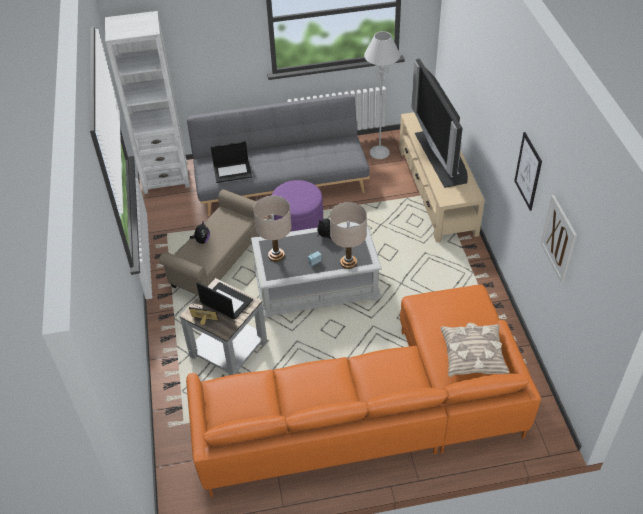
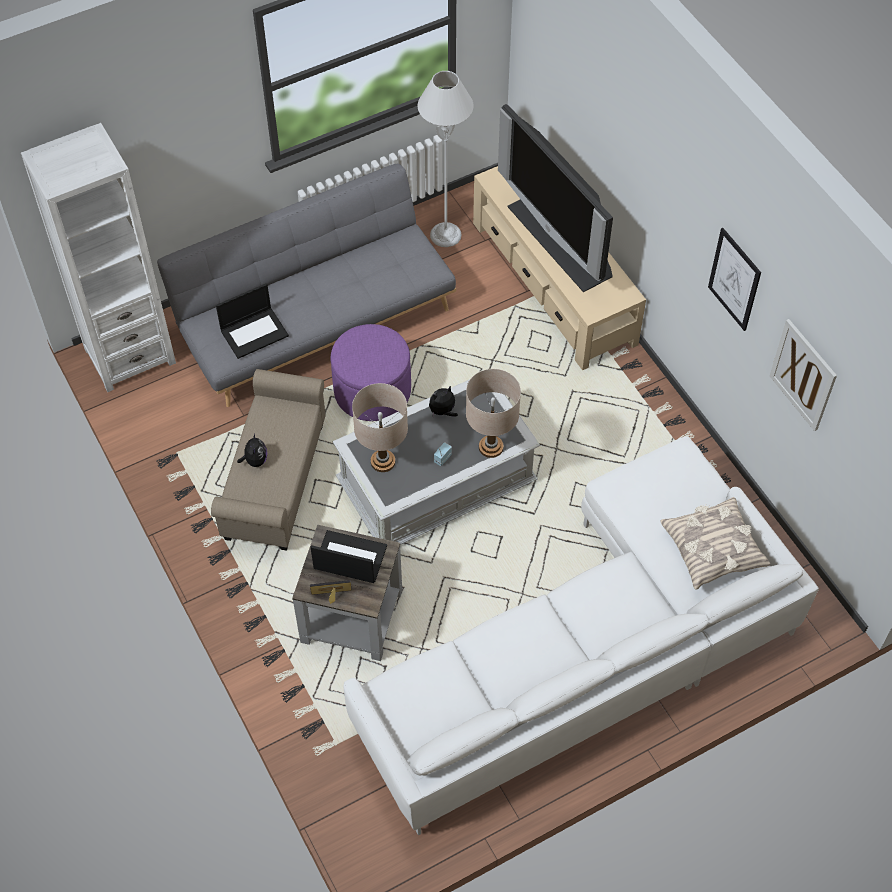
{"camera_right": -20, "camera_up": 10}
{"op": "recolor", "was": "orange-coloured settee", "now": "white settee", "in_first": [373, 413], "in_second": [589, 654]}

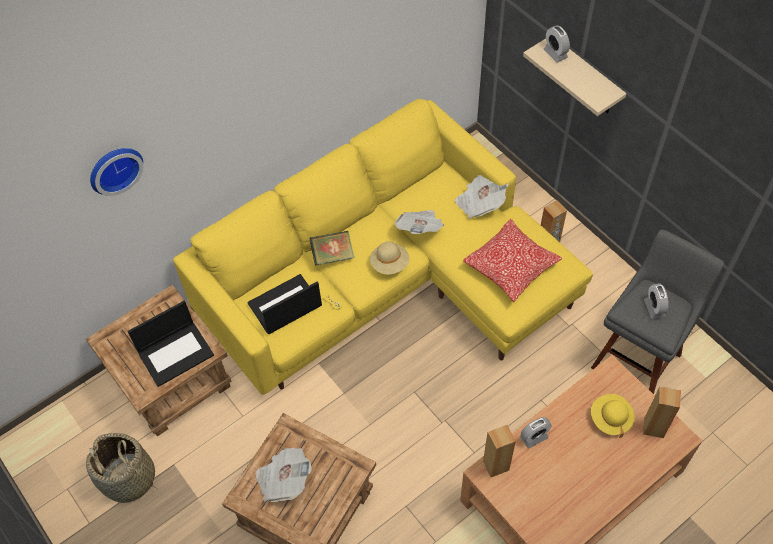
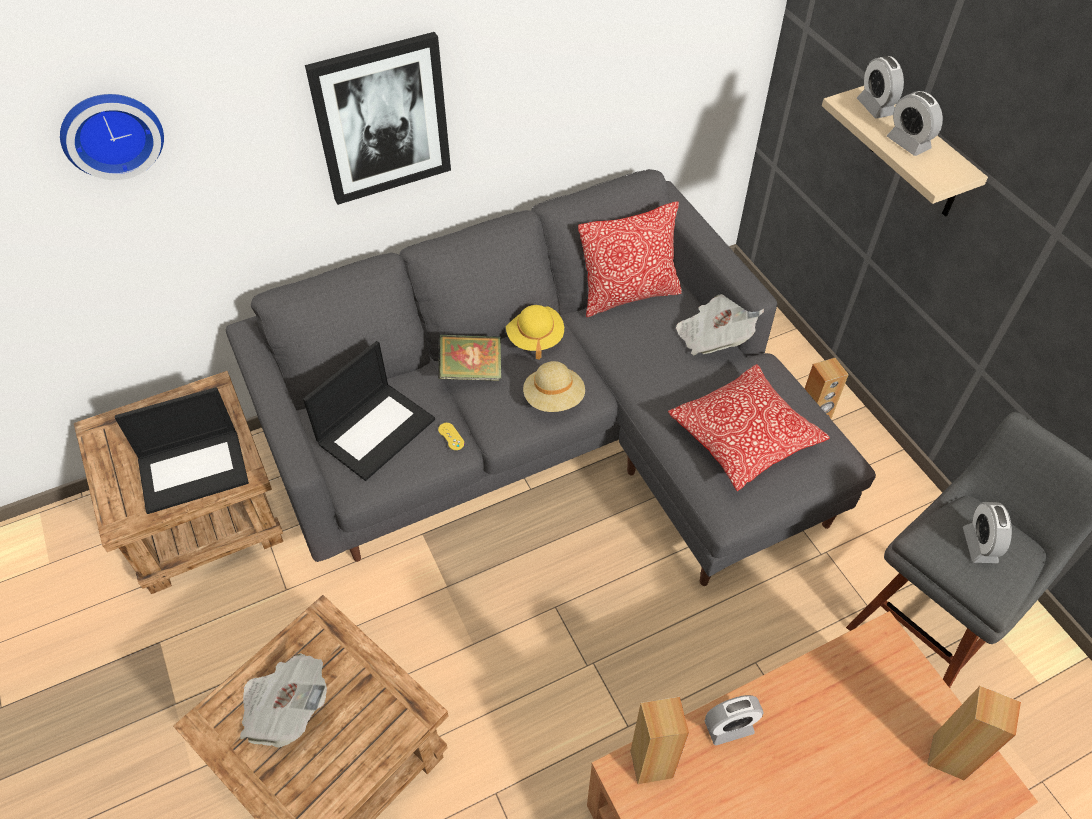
{"camera_right": 10, "camera_up": -5}
{"op": "delete", "was": "basket", "in_first": [129, 479]}
{"op": "recolor", "was": "yellowish settee", "now": "grey settee", "in_first": [389, 284], "in_second": [557, 440]}
{"op": "rotate", "was": "notebook computer", "in_first": [284, 306], "in_second": [376, 430], "clockwise": 150}
{"op": "delete", "was": "printed paper", "in_first": [420, 229]}
{"op": "move", "was": "yellowish hat", "in_first": [610, 418], "in_second": [534, 337]}
{"op": "insert", "now": "picture", "in_second": [382, 119]}
{"op": "insert", "now": "cushion", "in_second": [628, 295]}
{"op": "insert", "now": "table clock", "in_second": [908, 143]}

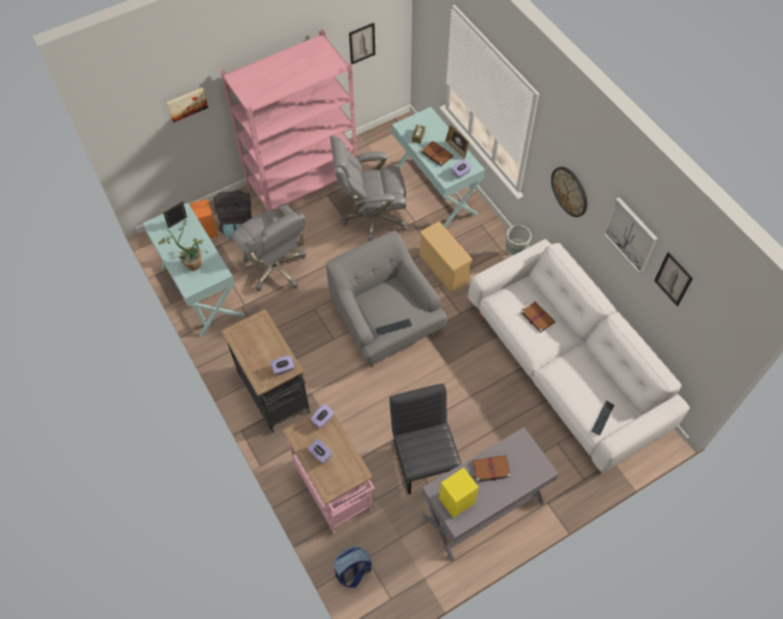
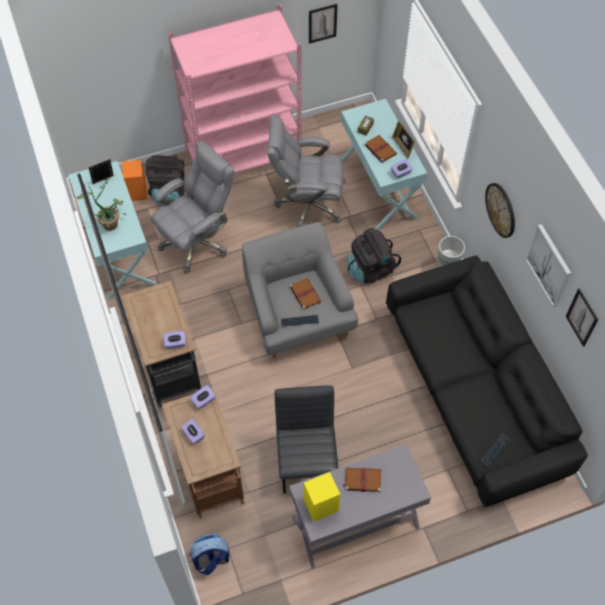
{"camera_right": 10, "camera_up": 0}
{"op": "delete", "was": "picture", "in_first": [186, 103]}
{"op": "rotate", "was": "grey office chair", "in_first": [276, 269], "in_second": [198, 243], "clockwise": -105}
{"op": "recolor", "was": "pink cart", "now": "brown-coloured cart", "in_first": [335, 492], "in_second": [210, 477]}
{"op": "replace", "was": "sand-coloured storage box", "now": "blackish knapsack", "in_first": [444, 268], "in_second": [370, 269]}
{"op": "recolor", "was": "white settee", "now": "blackish settee", "in_first": [566, 367], "in_second": [474, 393]}
{"op": "move", "was": "brown-coloured book", "in_first": [537, 317], "in_second": [305, 294]}

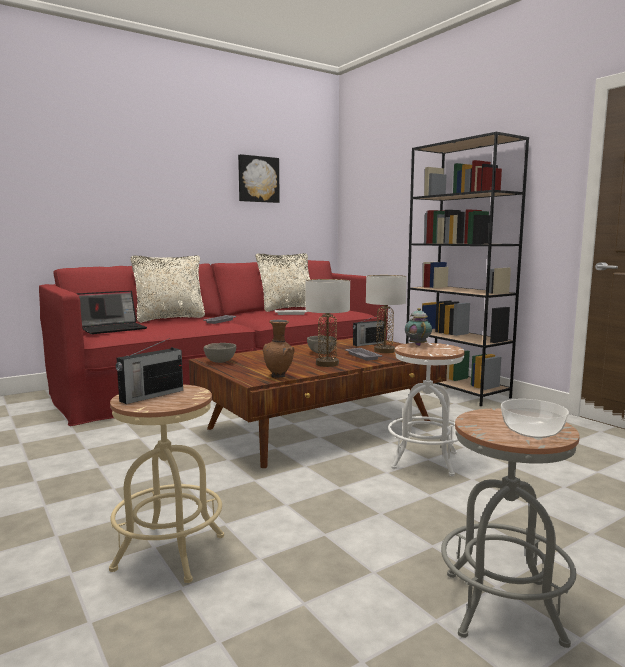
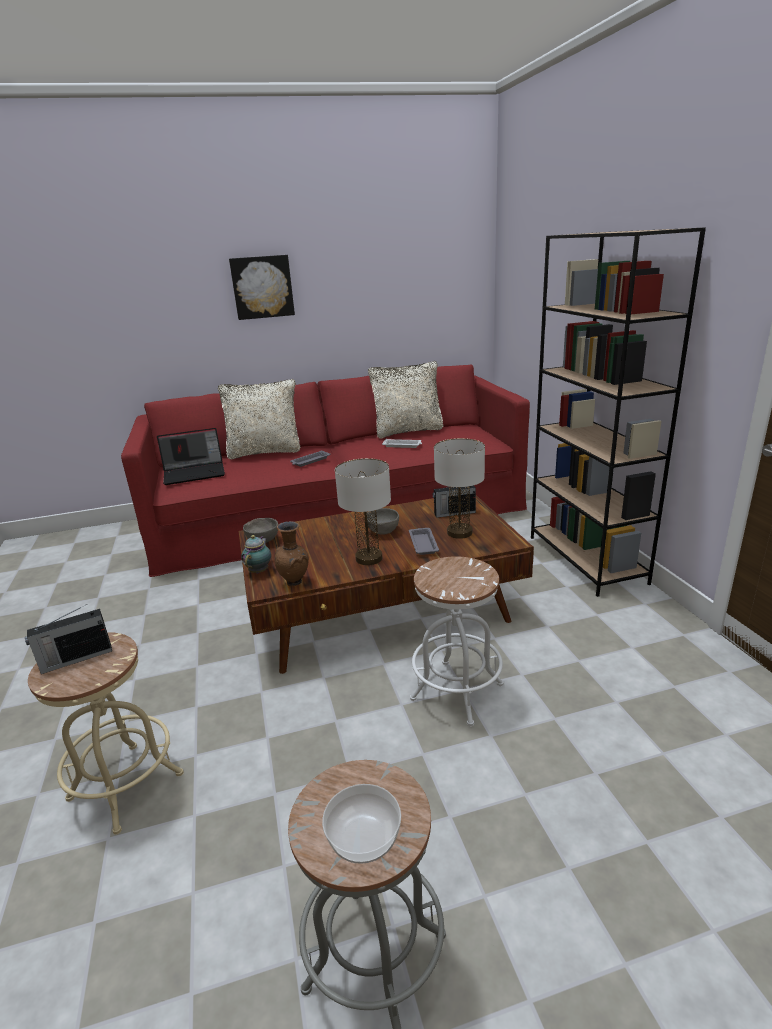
{"camera_right": 20, "camera_up": 15}
{"op": "move", "was": "picture", "in_first": [258, 179], "in_second": [262, 287]}
{"op": "move", "was": "pot for tea", "in_first": [417, 345], "in_second": [259, 571]}

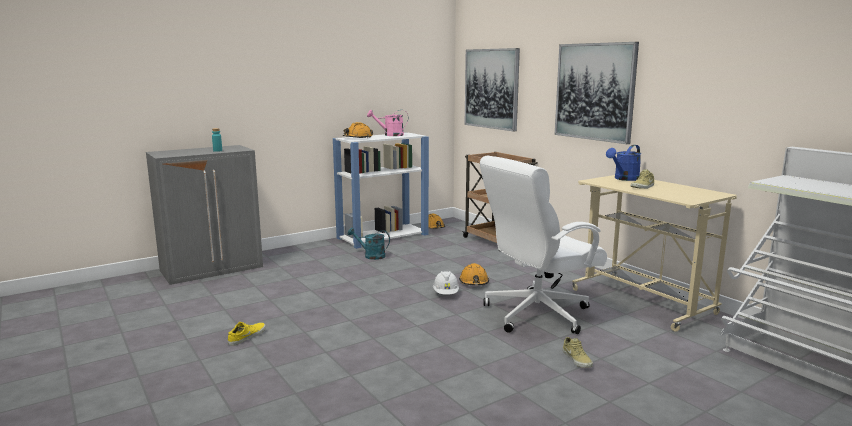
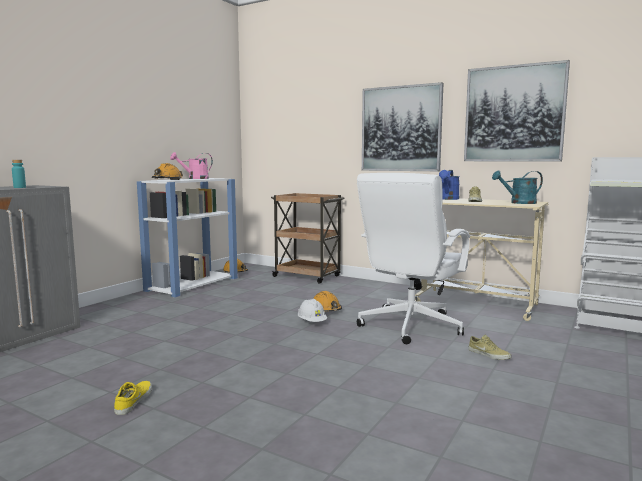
{"camera_right": -25, "camera_up": -5}
{"op": "move", "was": "turquoise-coloured watering pot", "in_first": [371, 256], "in_second": [519, 203]}
{"op": "move", "was": "picture", "in_first": [491, 88], "in_second": [514, 114]}

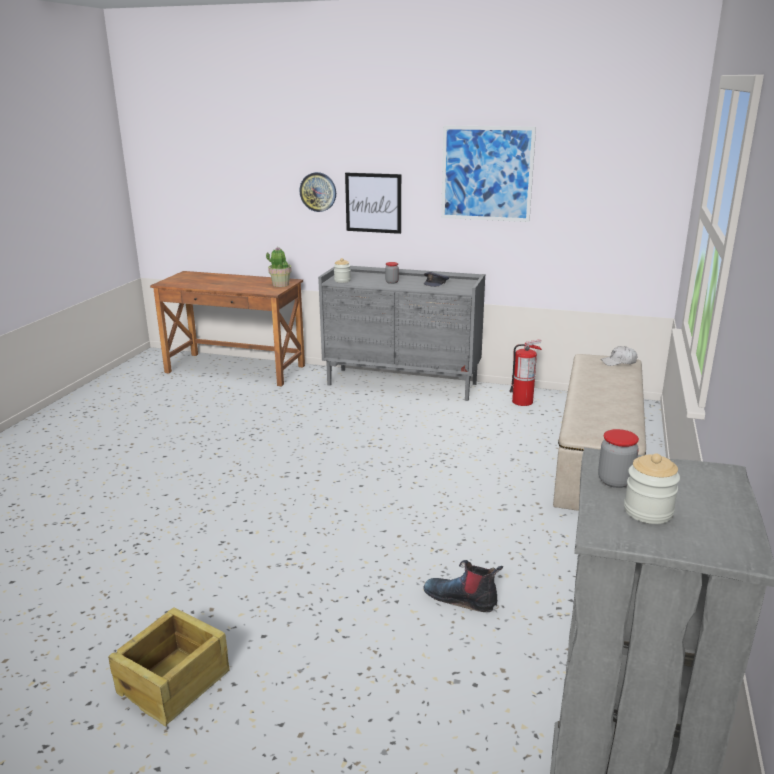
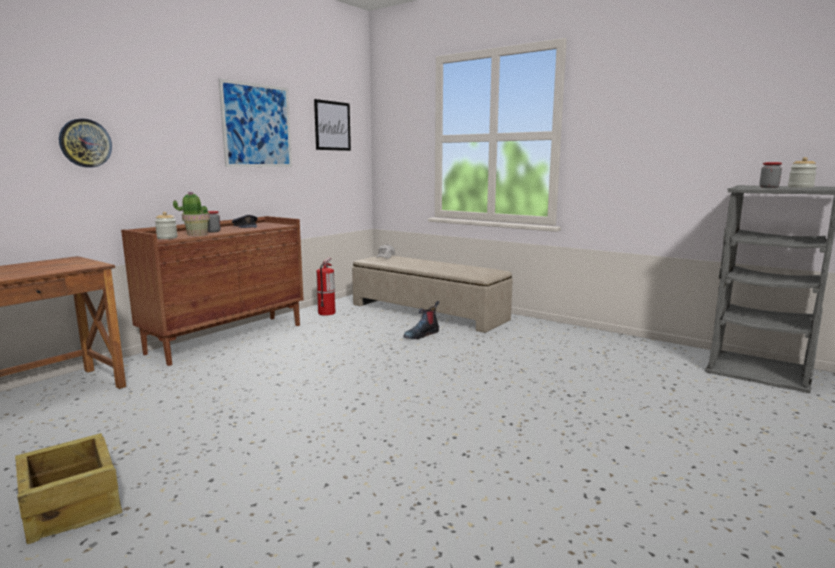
{"camera_right": -70, "camera_up": -10}
{"op": "move", "was": "crate", "in_first": [175, 682], "in_second": [73, 505]}
{"op": "move", "was": "potted plant", "in_first": [280, 284], "in_second": [197, 234]}
{"op": "recolor", "was": "grey cabinet", "now": "brown-coloured cabinet", "in_first": [402, 384], "in_second": [228, 338]}
{"op": "move", "was": "picture", "in_first": [373, 203], "in_second": [332, 126]}
{"op": "move", "was": "tall boot", "in_first": [461, 599], "in_second": [421, 335]}

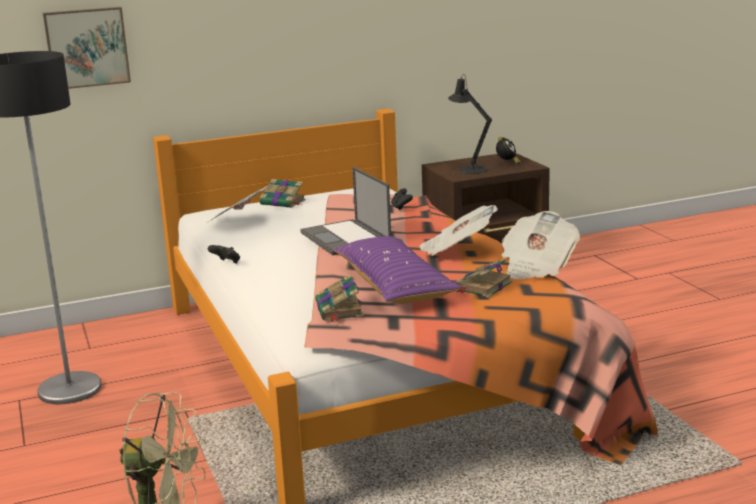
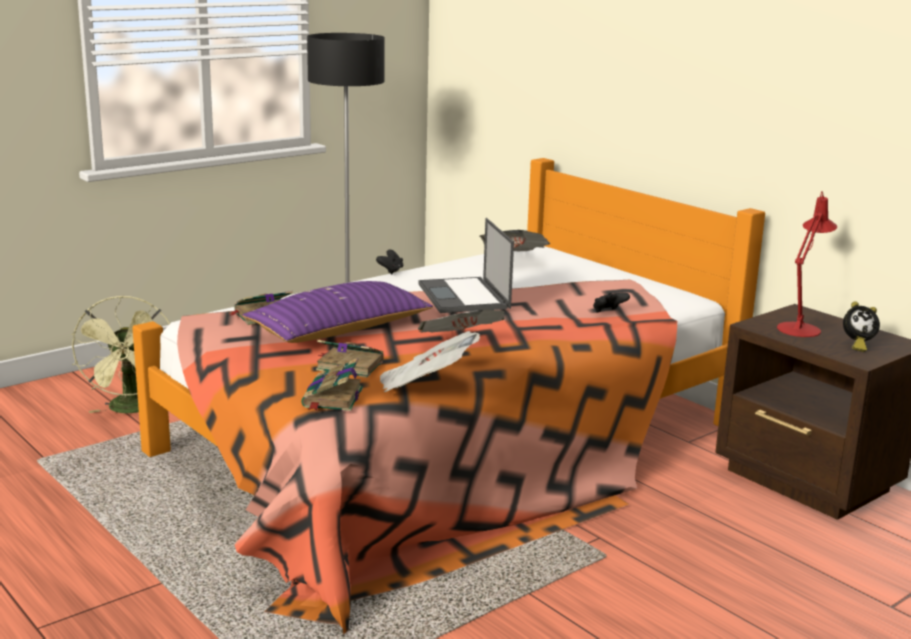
{"camera_right": 70, "camera_up": 0}
{"op": "delete", "was": "picture", "in_first": [87, 47]}
{"op": "move", "was": "book", "in_first": [283, 202], "in_second": [332, 398]}
{"op": "rotate", "was": "notebook computer", "in_first": [346, 238], "in_second": [464, 296], "clockwise": -60}
{"op": "recolor", "was": "blackish table lamp", "now": "reddish table lamp", "in_first": [469, 169], "in_second": [800, 327]}

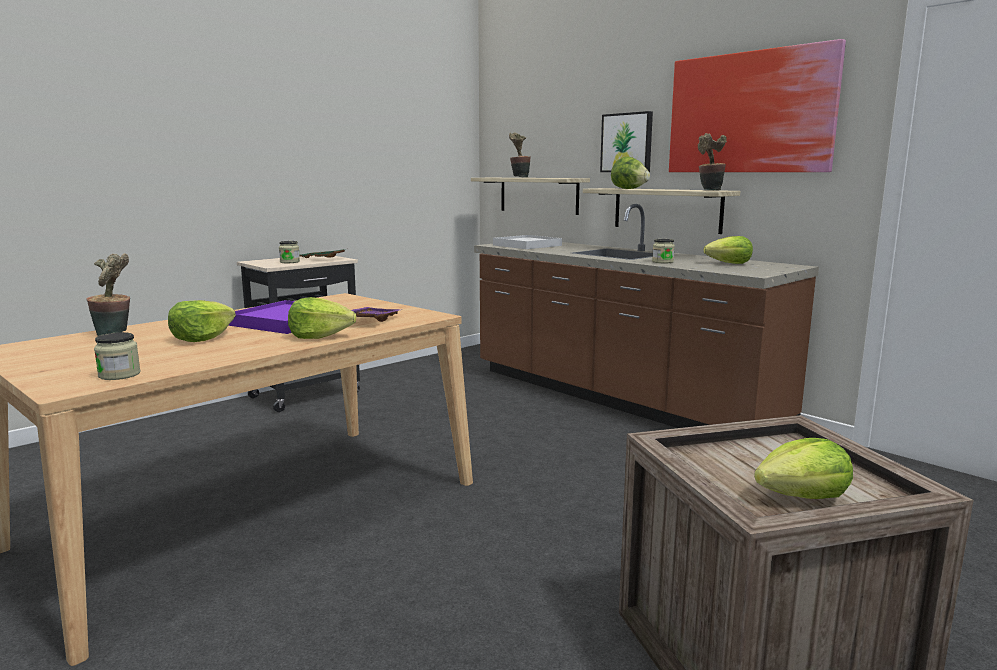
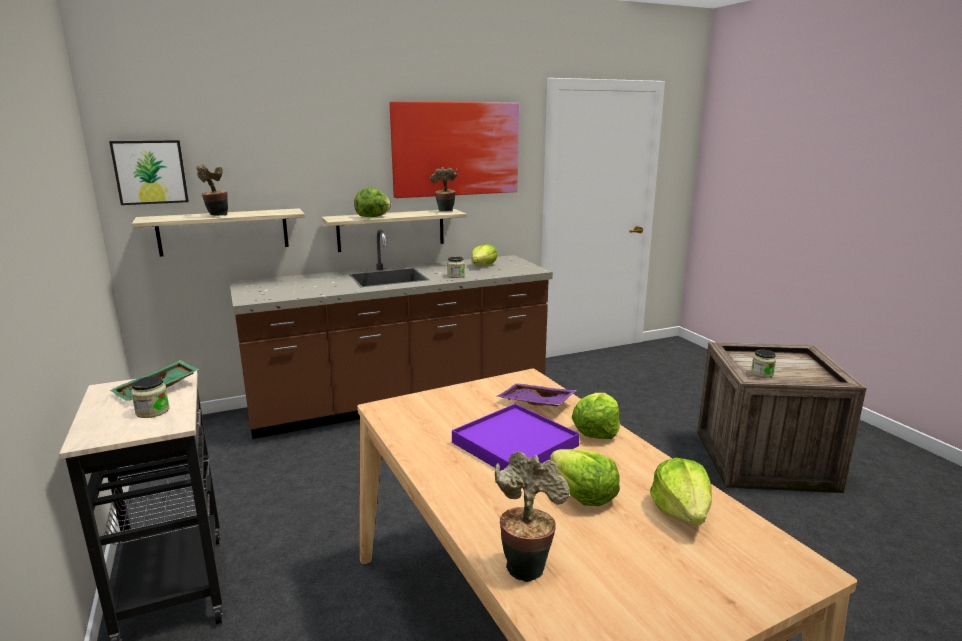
{"camera_right": -70, "camera_up": 5}
{"op": "move", "was": "preserve jar", "in_first": [119, 375], "in_second": [762, 373]}
{"op": "delete", "was": "white carrying tray", "in_first": [527, 245]}
{"op": "move", "was": "picture", "in_first": [627, 143], "in_second": [150, 172]}
{"op": "move", "was": "lettuce", "in_first": [802, 497], "in_second": [682, 512]}

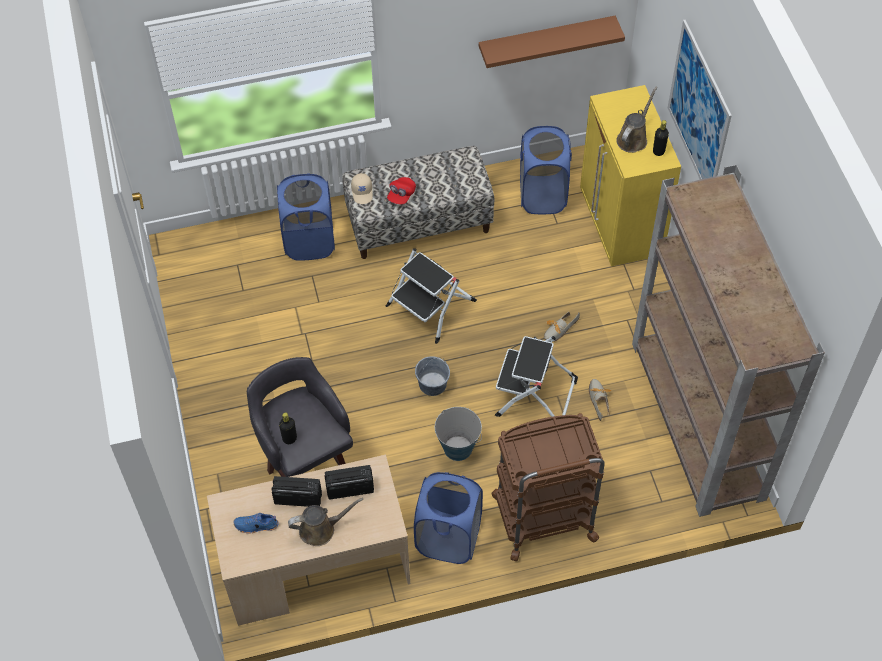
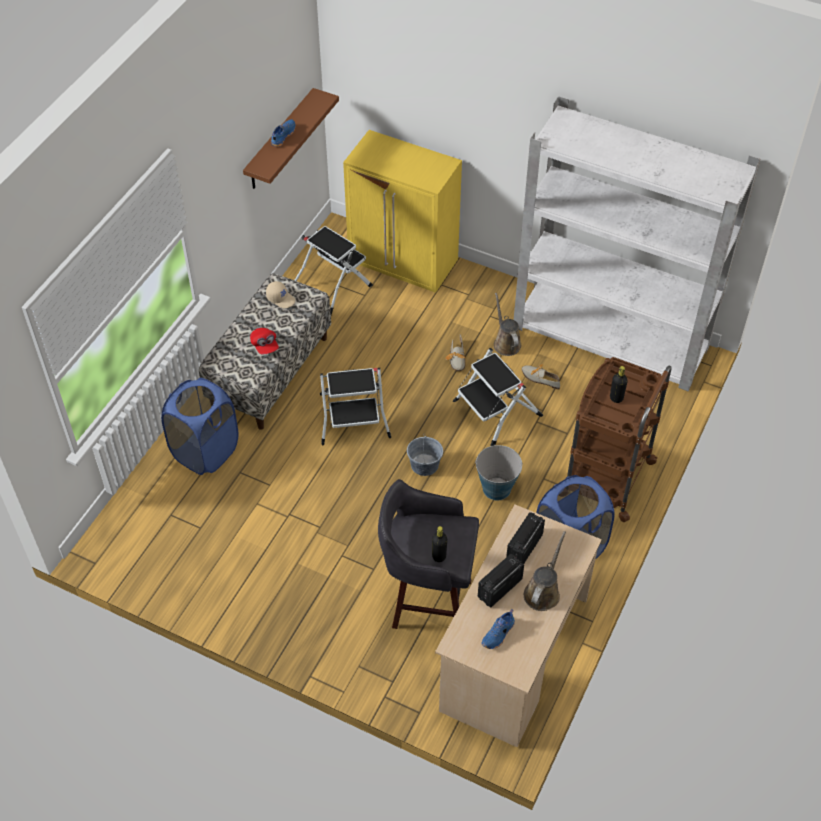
{"camera_right": -50, "camera_up": -5}
{"op": "move", "was": "sand-coloured baseball cap", "in_first": [362, 192], "in_second": [281, 298]}
{"op": "replace", "was": "blue laundry basket", "now": "step stool", "in_first": [542, 195], "in_second": [330, 286]}
{"op": "move", "was": "brown-coloured watering pot", "in_first": [633, 138], "in_second": [506, 342]}
{"op": "recolor", "was": "brown-coloured bookshelf", "now": "white bookshelf", "in_first": [697, 419], "in_second": [610, 337]}
{"op": "move", "was": "blackish drink bottle", "in_first": [658, 151], "in_second": [616, 398]}
{"op": "delete", "was": "picture", "in_first": [698, 111]}
{"op": "insert", "now": "blue shoe", "in_second": [282, 136]}

